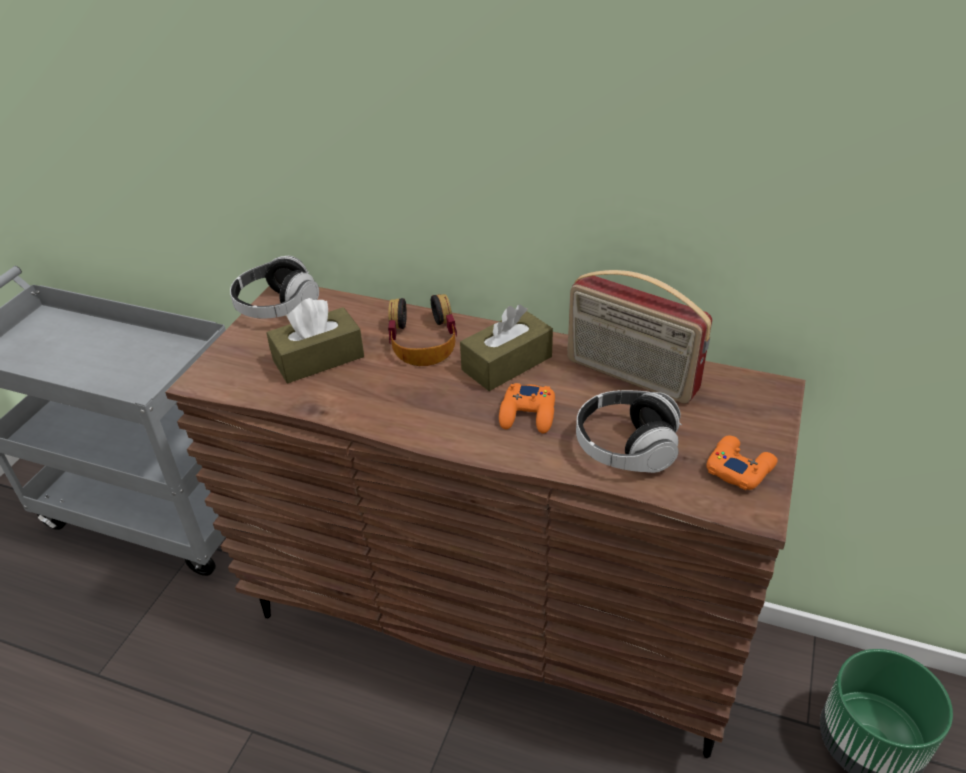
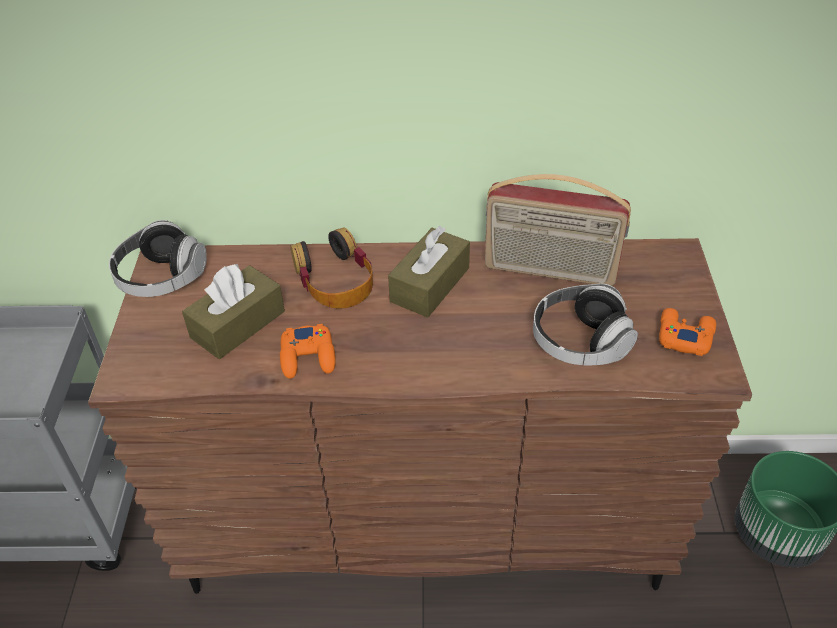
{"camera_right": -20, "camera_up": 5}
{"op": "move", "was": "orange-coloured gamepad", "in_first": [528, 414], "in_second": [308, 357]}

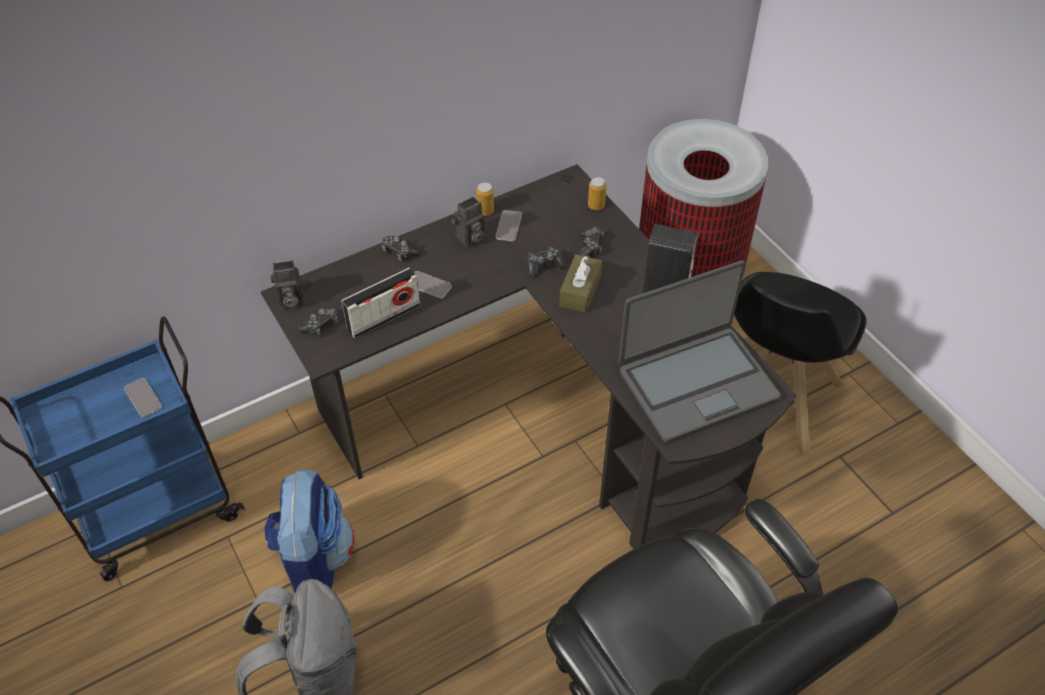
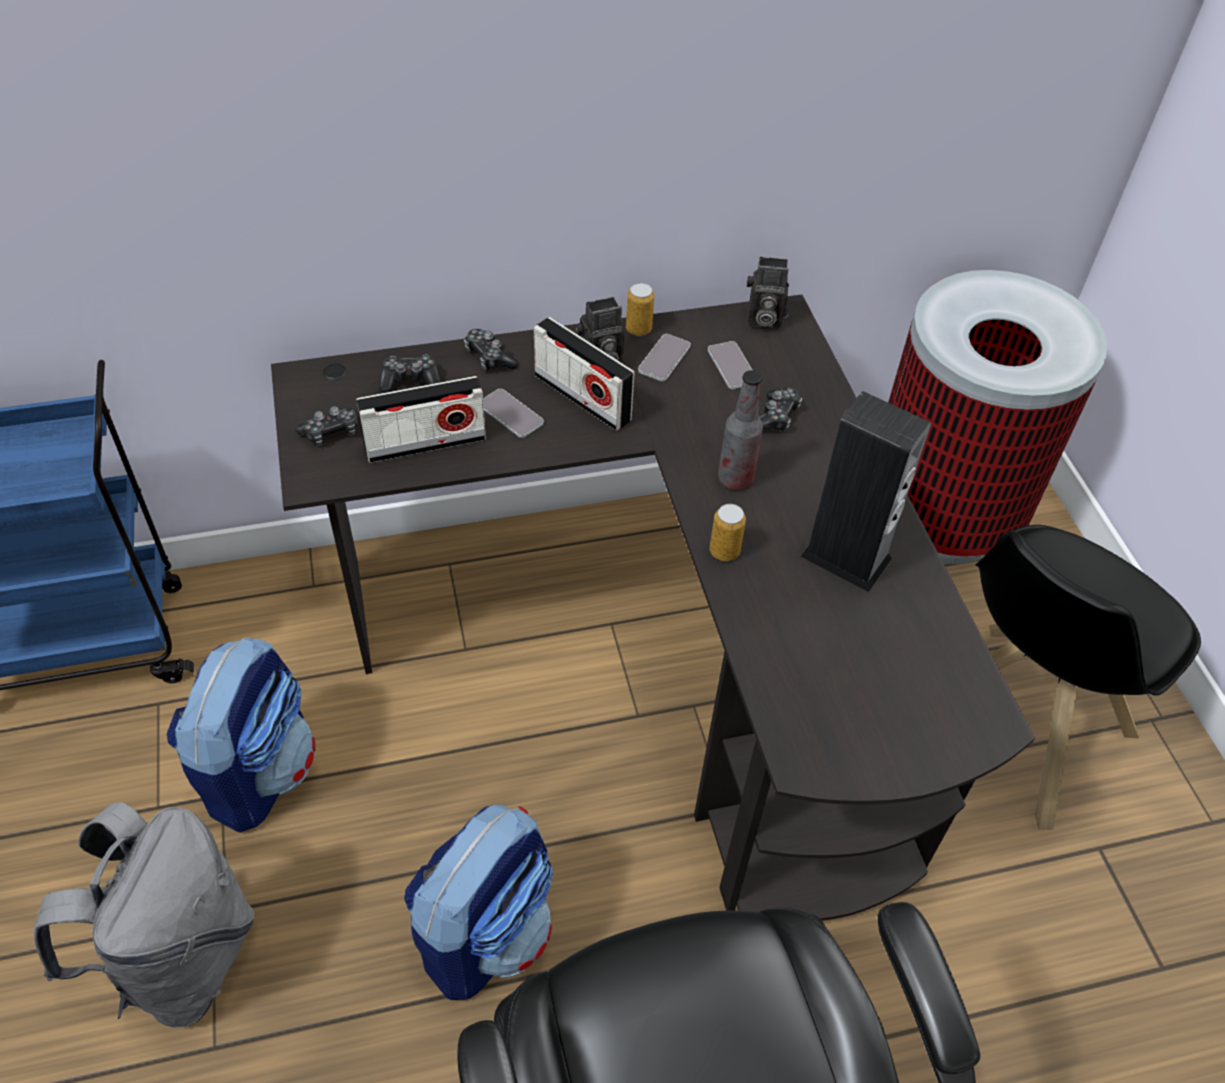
{"camera_right": 15, "camera_up": 0}
{"op": "move", "was": "handset", "in_first": [143, 398], "in_second": [732, 366]}
{"op": "move", "was": "still camera", "in_first": [290, 301], "in_second": [762, 320]}
{"op": "move", "was": "gamepad", "in_first": [544, 266], "in_second": [410, 381]}
{"op": "replace", "was": "brown-coloured box of tissues", "now": "drink bottle", "in_first": [580, 291], "in_second": [735, 479]}
{"op": "move", "was": "can", "in_first": [596, 206], "in_second": [724, 551]}
{"op": "delete", "was": "notebook computer", "in_first": [696, 383]}
{"op": "insert", "now": "knapsack", "in_second": [486, 931]}
{"op": "insert", "now": "radio receiver", "in_second": [582, 398]}

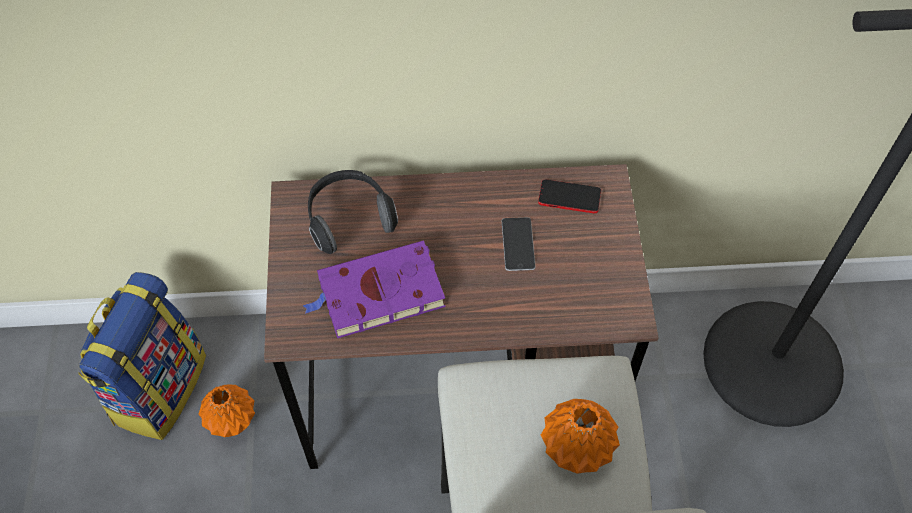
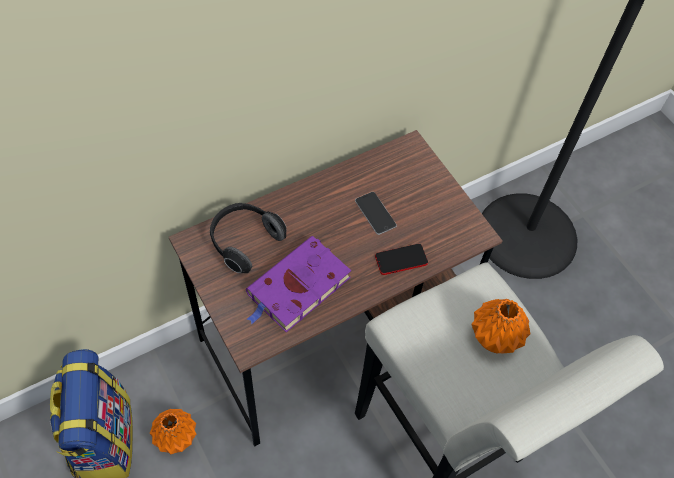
{"camera_right": -30, "camera_up": 0}
{"op": "move", "was": "handset", "in_first": [569, 197], "in_second": [401, 260]}

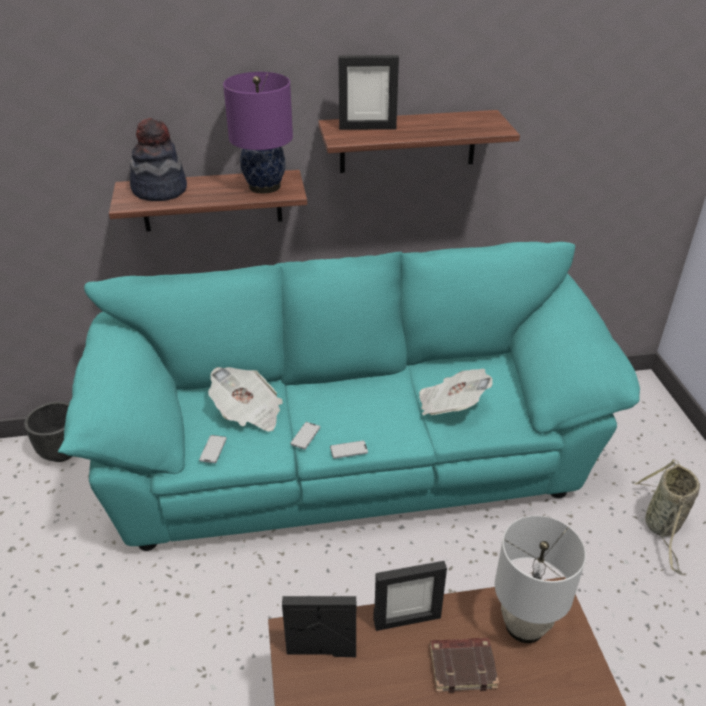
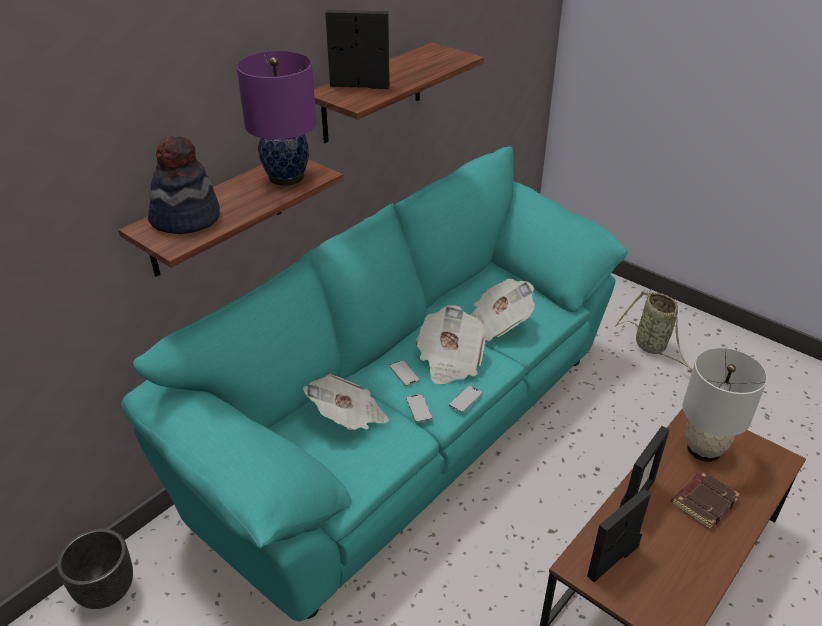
{"camera_right": -40, "camera_up": 0}
{"op": "move", "was": "handset", "in_first": [213, 449], "in_second": [404, 373]}
{"op": "rotate", "was": "standing frame", "in_first": [367, 127], "in_second": [359, 86], "clockwise": -135}
{"op": "insert", "now": "printed paper", "in_second": [449, 360]}

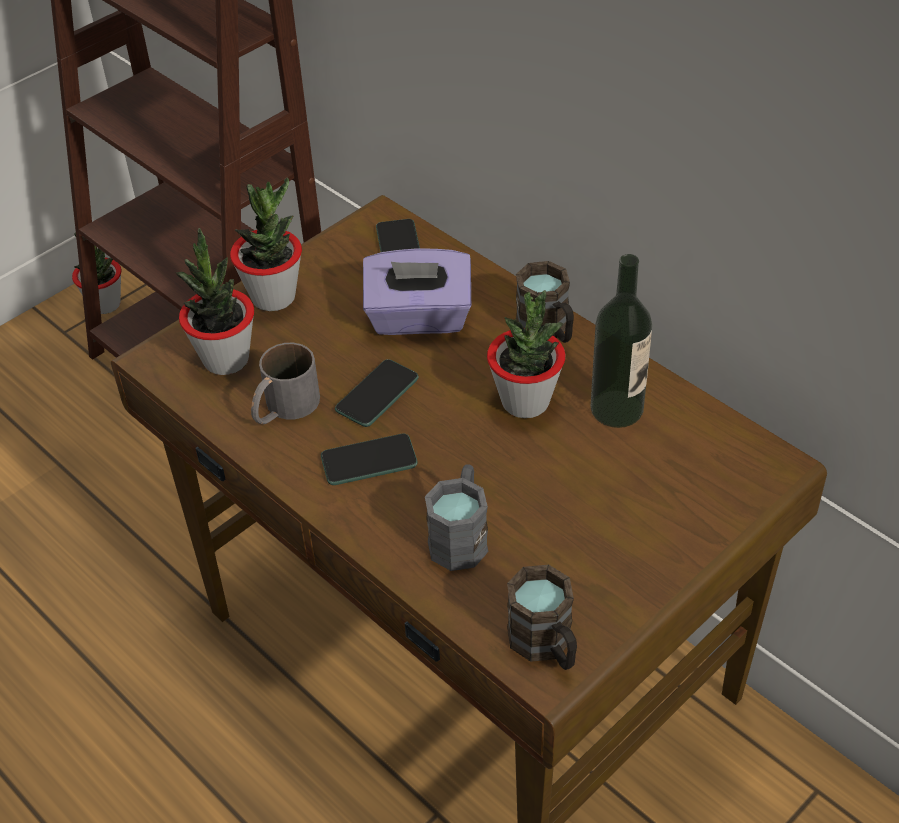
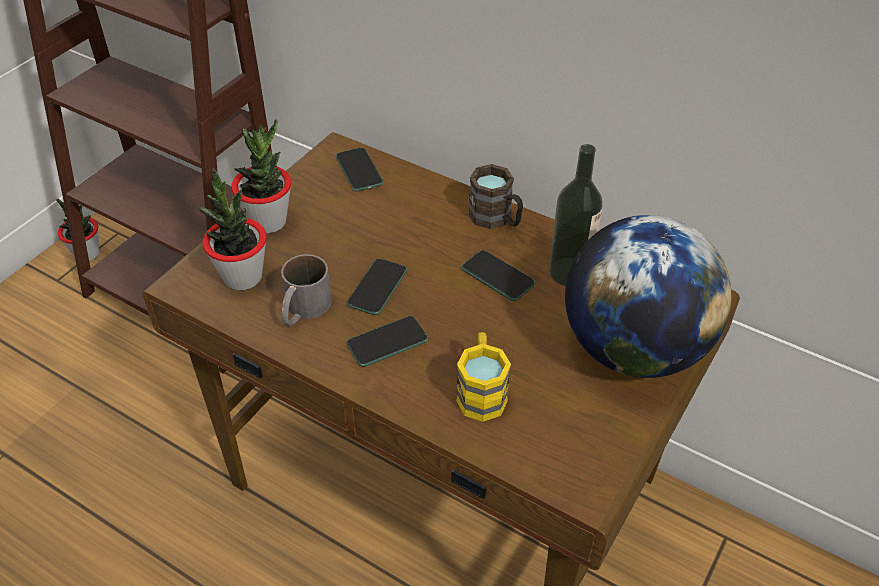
{"camera_right": -15, "camera_up": 0}
{"op": "delete", "was": "purple box of tissues", "in_first": [419, 318]}
{"op": "recolor", "was": "grey coffee mug", "now": "yellowish coffee mug", "in_first": [461, 535], "in_second": [481, 391]}
{"op": "replace", "was": "potted plant", "now": "handset", "in_first": [525, 402], "in_second": [497, 276]}
{"op": "delete", "was": "brown-coloured coffee mug", "in_first": [546, 645]}
{"op": "insert", "now": "world globe", "in_second": [633, 349]}

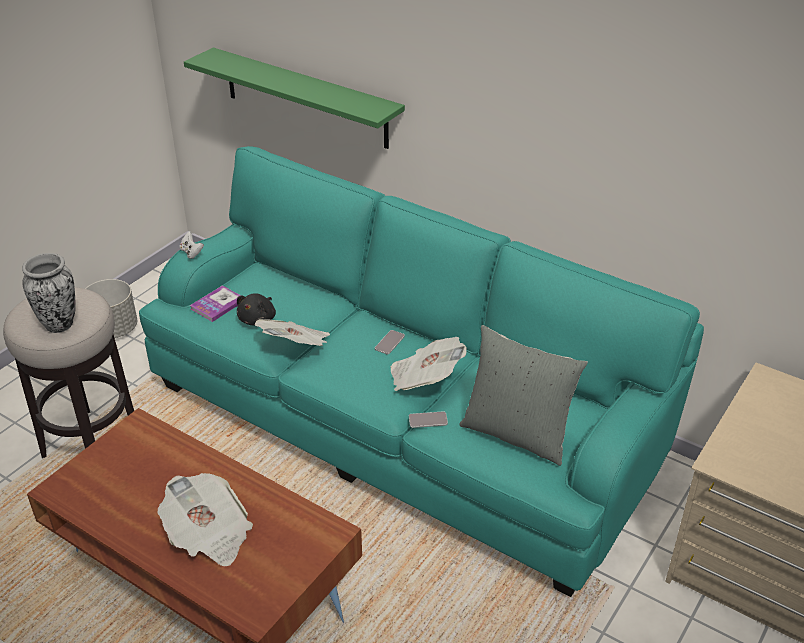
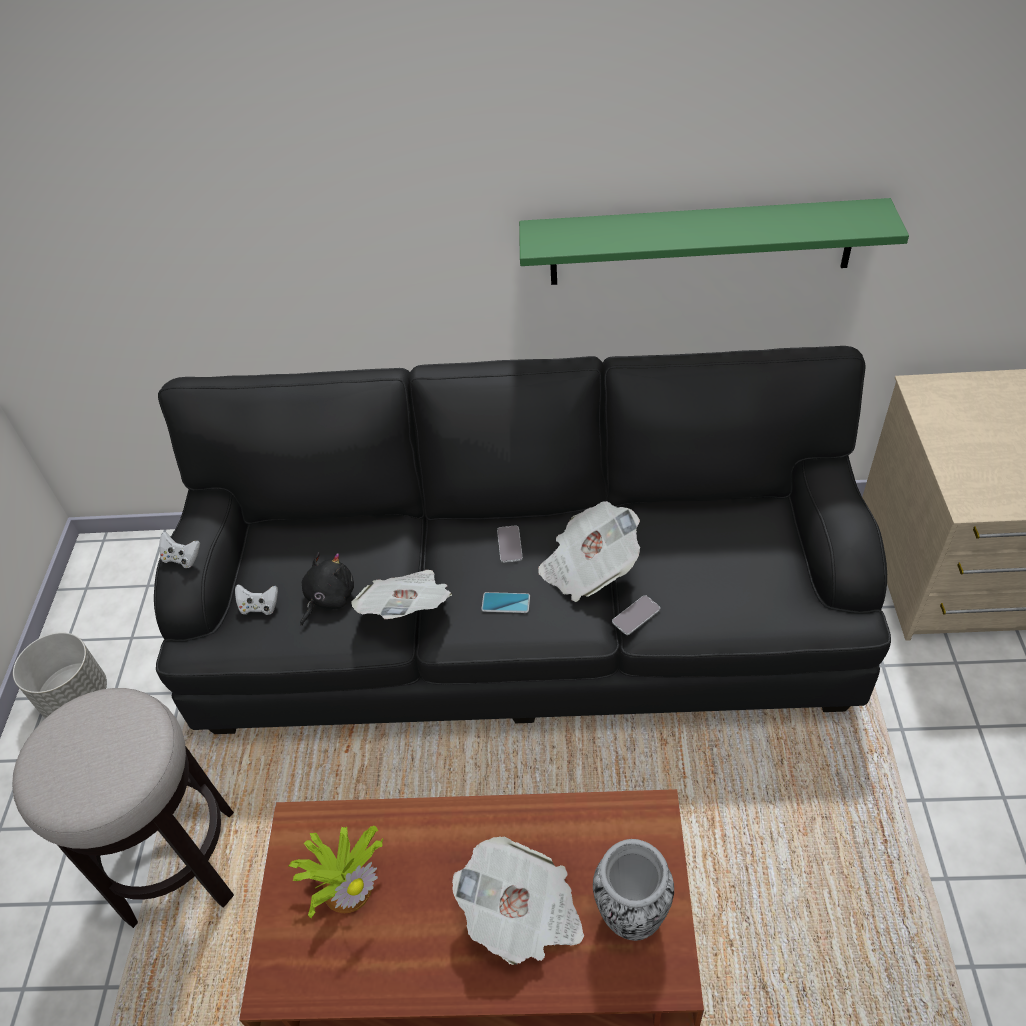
{"camera_right": -30, "camera_up": 10}
{"op": "move", "was": "flower vase", "in_first": [60, 324], "in_second": [631, 916]}
{"op": "recolor", "was": "turquoise-coloured settee", "now": "blackish settee", "in_first": [402, 423], "in_second": [524, 620]}
{"op": "move", "was": "green-coloured bracket shelf", "in_first": [305, 98], "in_second": [700, 242]}
{"op": "replace", "was": "book", "now": "white gamepad", "in_first": [217, 305], "in_second": [259, 607]}
{"op": "rotate", "was": "blackish plush toy", "in_first": [258, 319], "in_second": [328, 598], "clockwise": -135}
{"op": "delete", "was": "grey cushion", "in_first": [517, 434]}
{"op": "insert", "now": "potted plant", "in_second": [347, 884]}
{"op": "insert", "now": "handset", "in_second": [505, 603]}

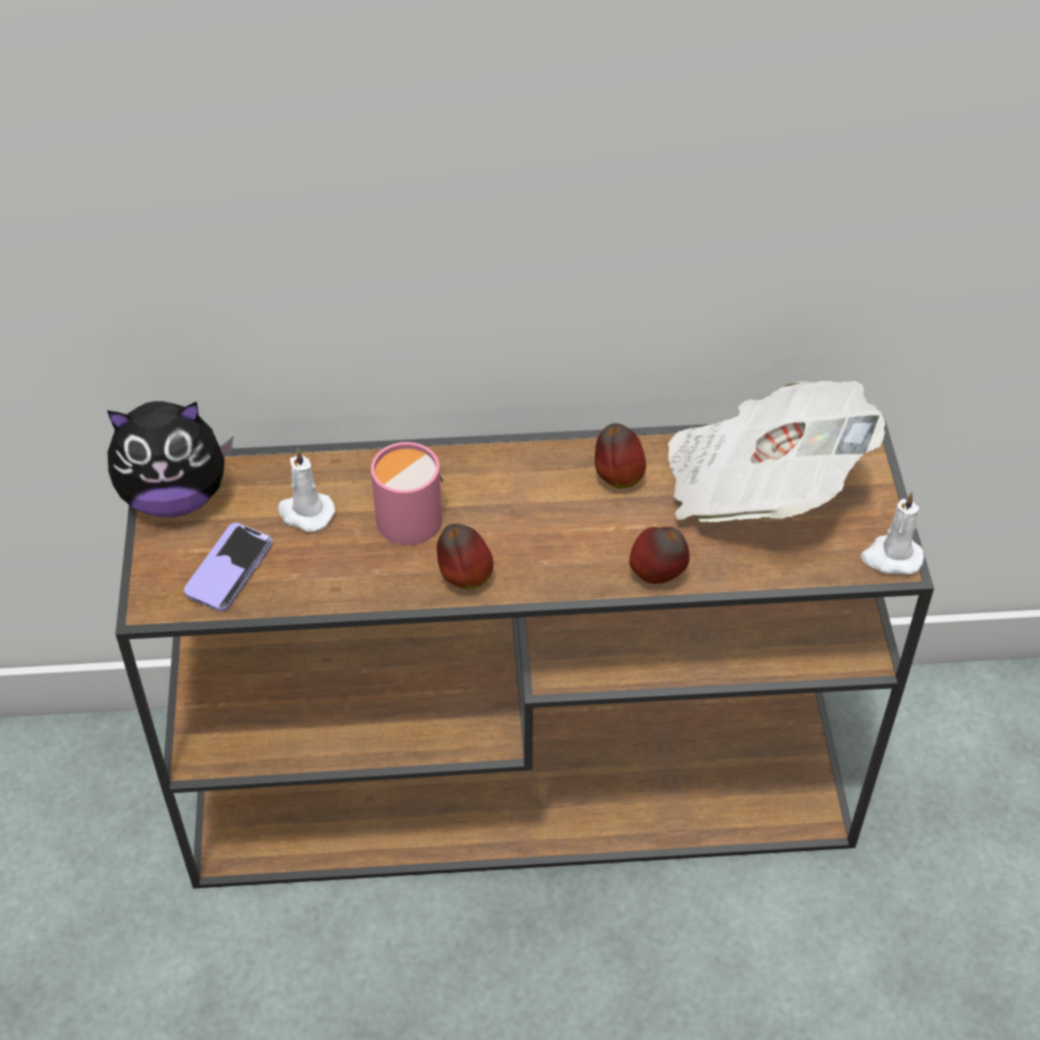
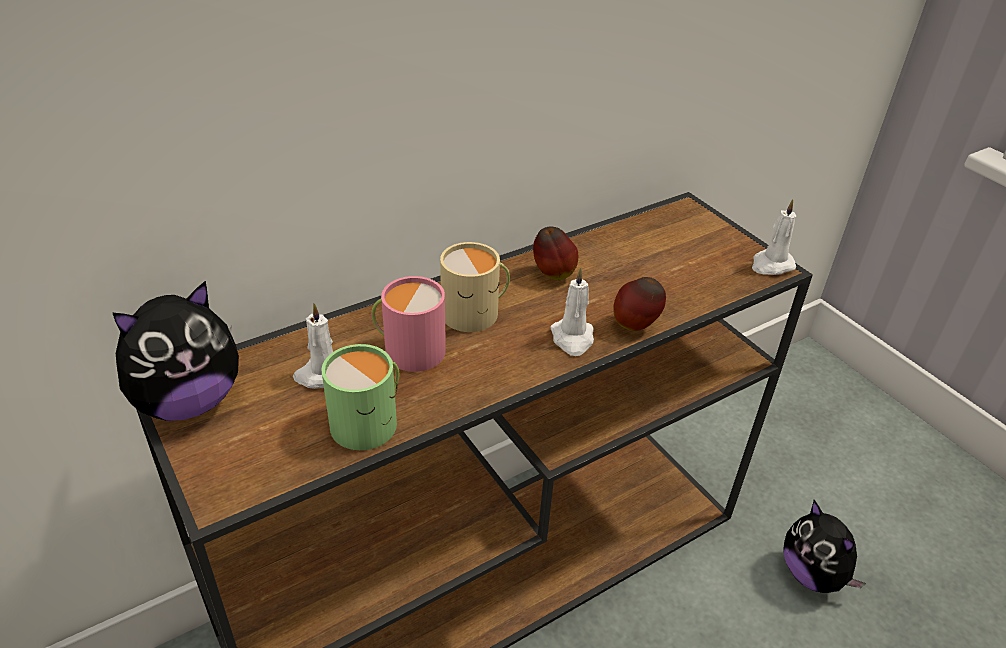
{"camera_right": -30, "camera_up": -10}
{"op": "delete", "was": "handset", "in_first": [229, 569]}
{"op": "delete", "was": "apple fruit", "in_first": [464, 578]}
{"op": "delete", "was": "printed paper", "in_first": [759, 487]}
{"op": "insert", "now": "green-coloured coffee mug", "in_second": [370, 421]}
{"op": "insert", "now": "sand-coloured coffee mug", "in_second": [476, 313]}
{"op": "insert", "now": "white wax candle", "in_second": [572, 339]}
{"op": "insert", "now": "plush toy", "in_second": [812, 574]}

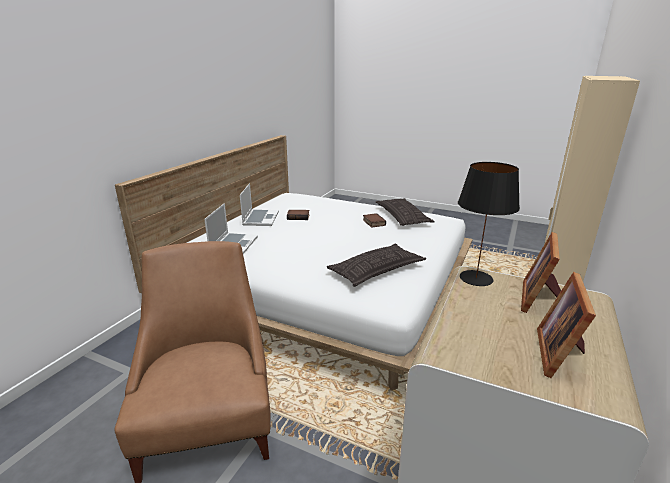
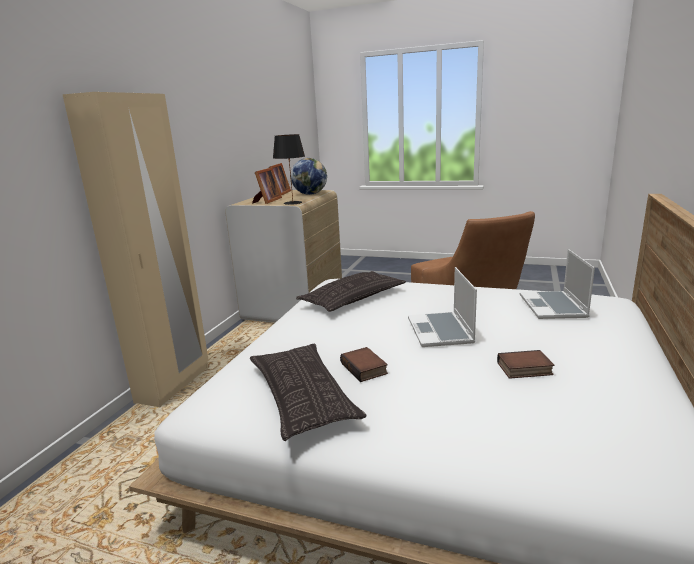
{"camera_right": 175, "camera_up": -5}
{"op": "move", "was": "notebook computer", "in_first": [260, 218], "in_second": [441, 331]}
{"op": "insert", "now": "world globe", "in_second": [310, 194]}

